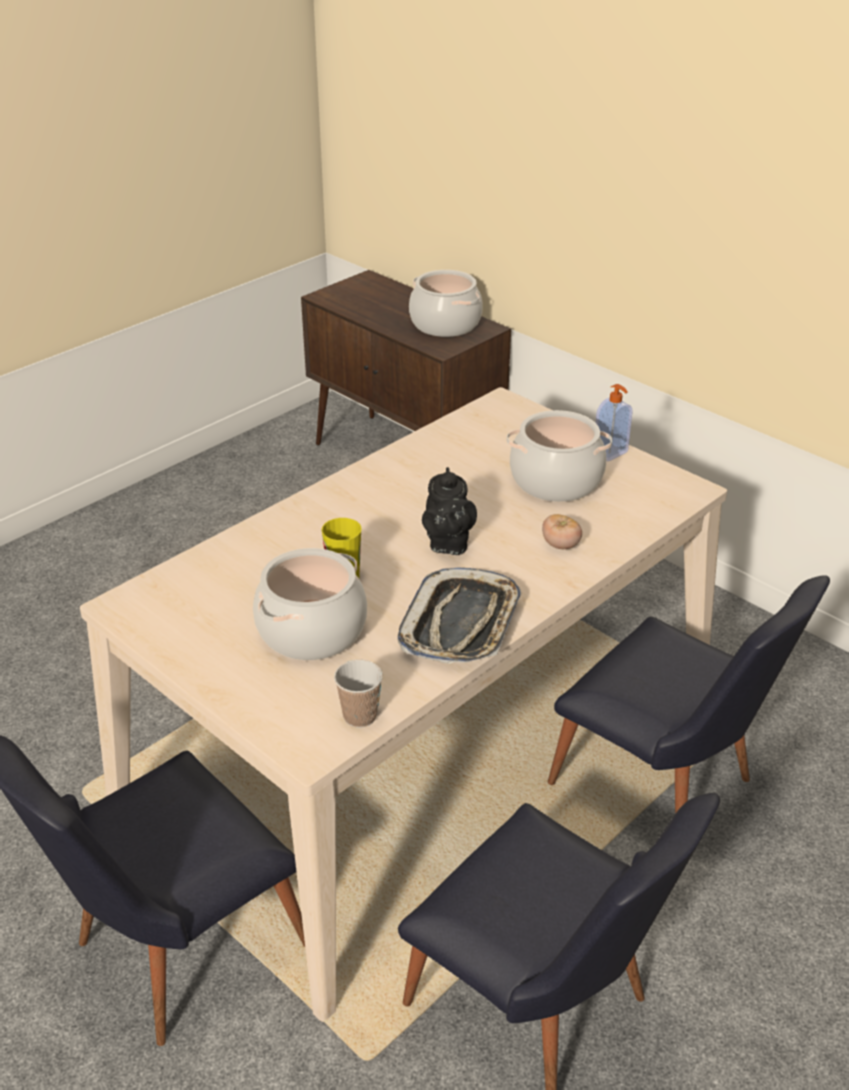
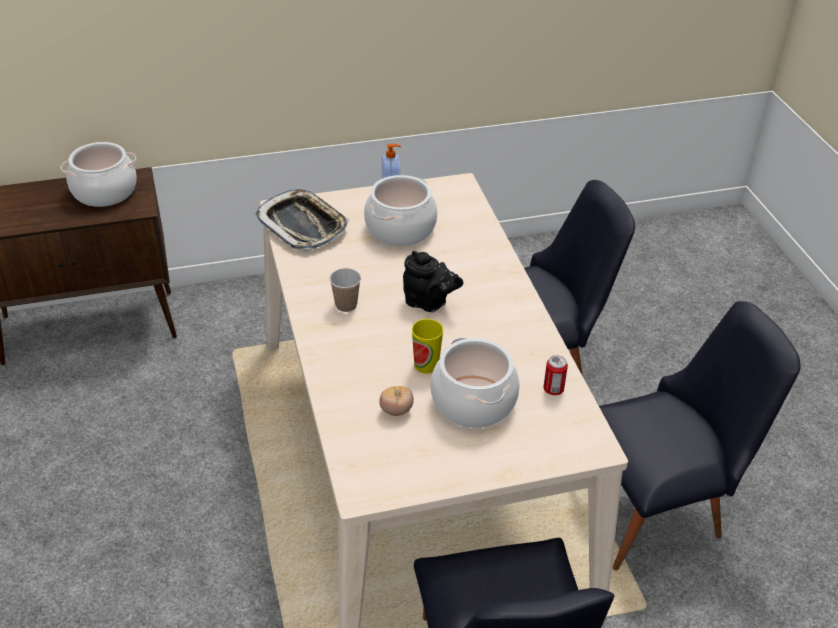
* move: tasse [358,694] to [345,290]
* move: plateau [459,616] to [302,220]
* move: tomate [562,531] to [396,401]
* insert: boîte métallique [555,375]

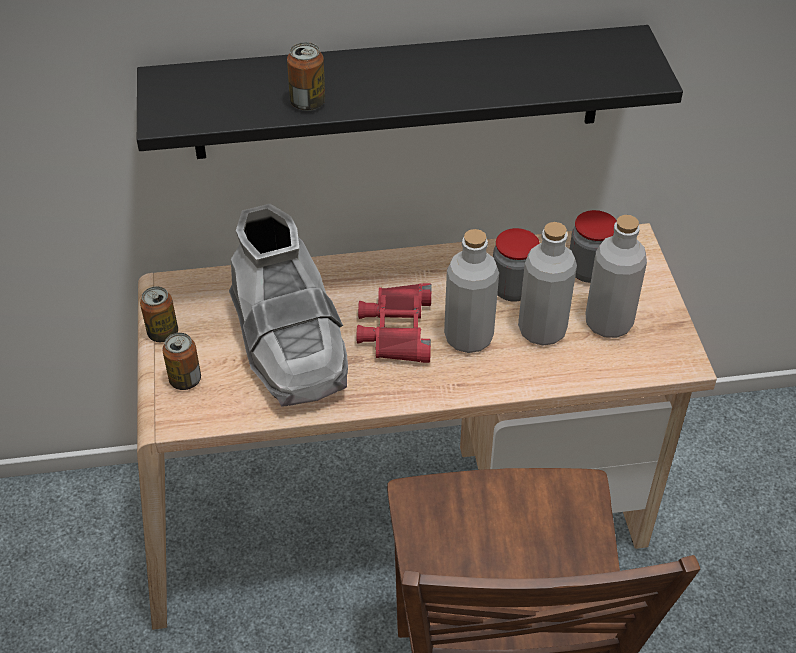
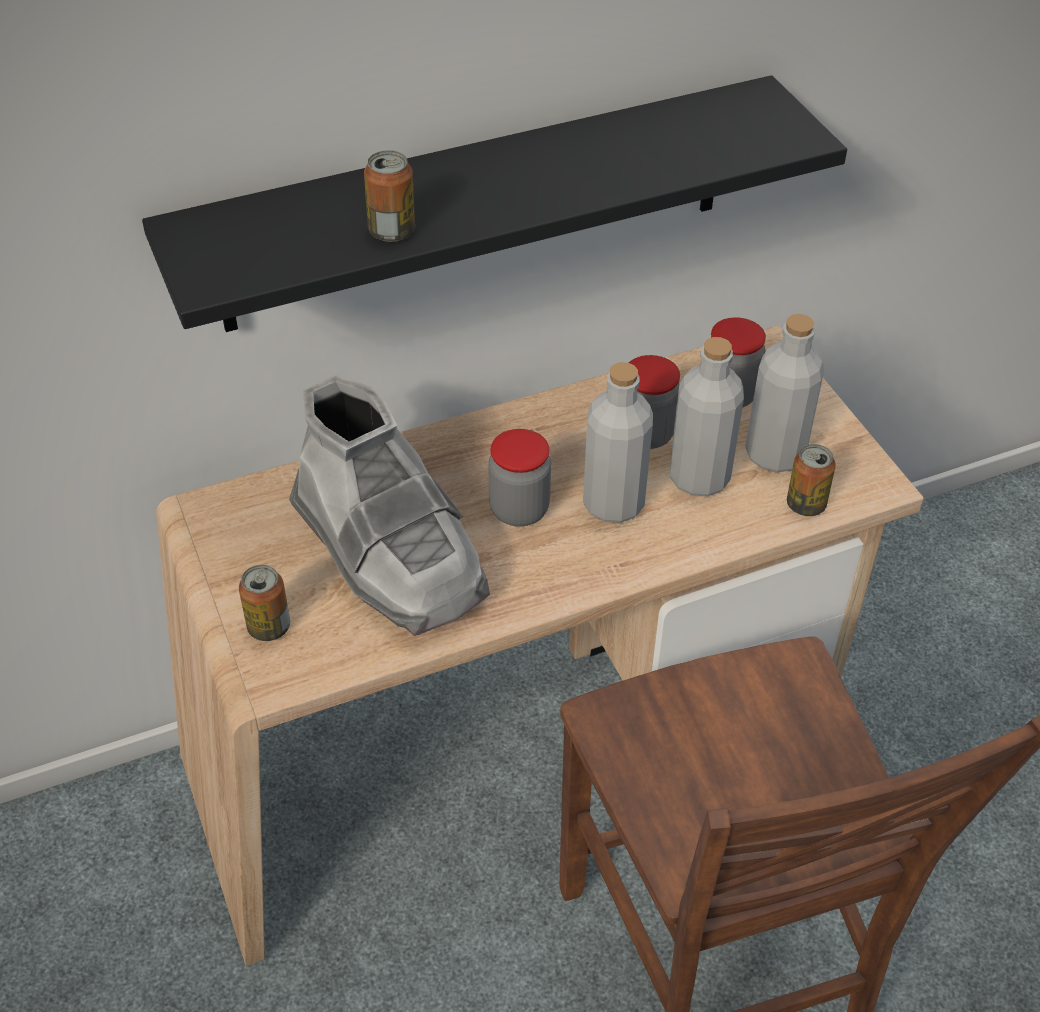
* move: boîte métallique [159,314] to [811,480]
* replace: jumelles/rouge [394,323] to bocal [519,478]

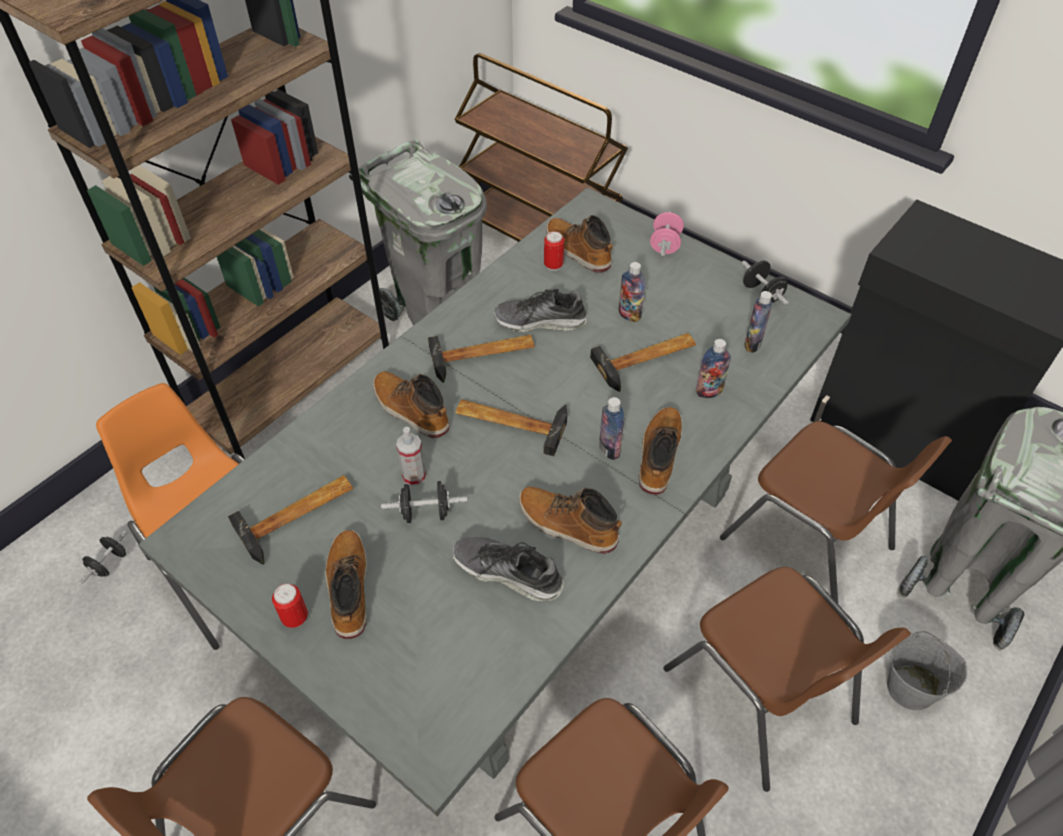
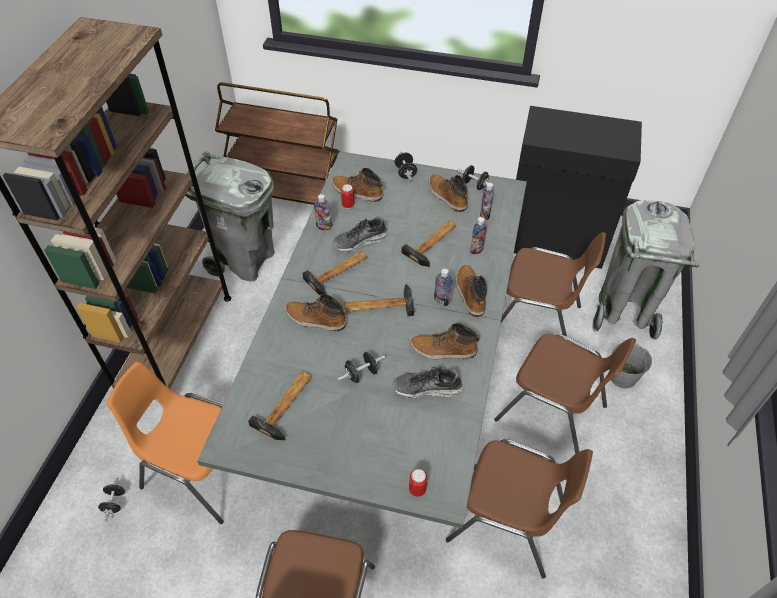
* move: boîte métallique [290,606] to [418,483]
* move: botte [346,584] to [448,193]
* delete: vaporisateur [411,456]
* move: bouteille [632,292] to [323,212]
* recolor: haltère/rose [667,233] to haltère/noir [406,166]

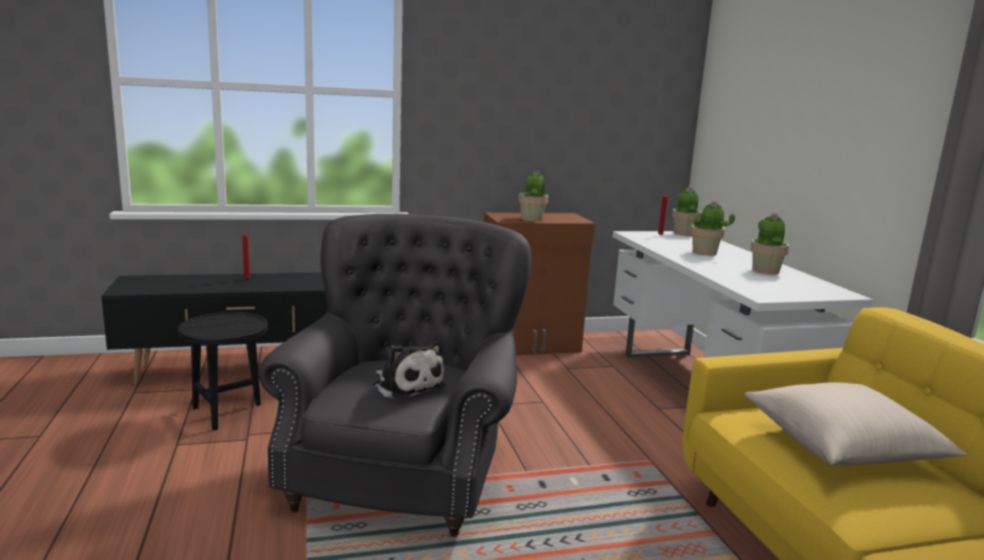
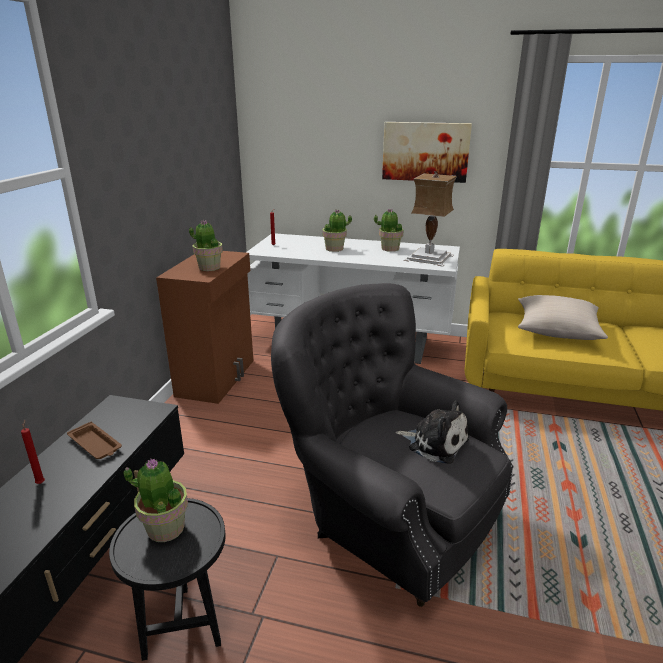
* rotate: peluche [409,371] = [432,432] 45 degrees clockwise
* move: plante en pot [687,211] to [156,500]
* insert: plateau/marron [94,440]
* insert: tableau [427,152]
* insert: lampe de table [430,219]

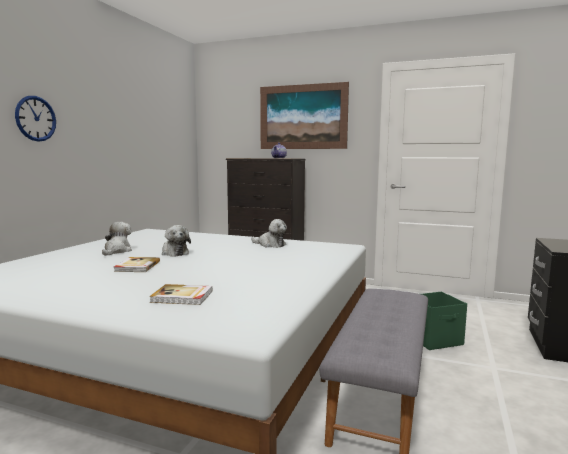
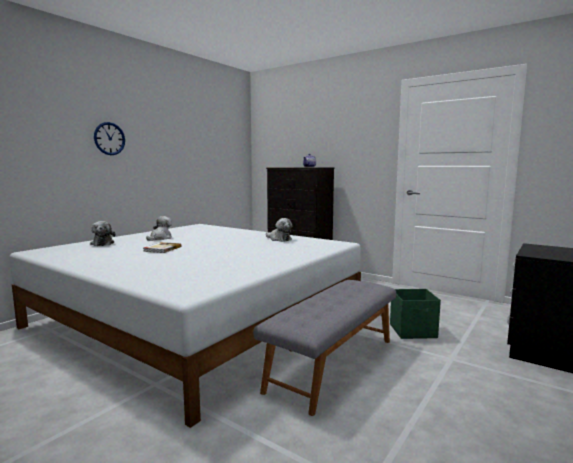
* delete: livre [180,294]
* move: peluche [176,241] to [103,233]
* delete: tableau [304,115]

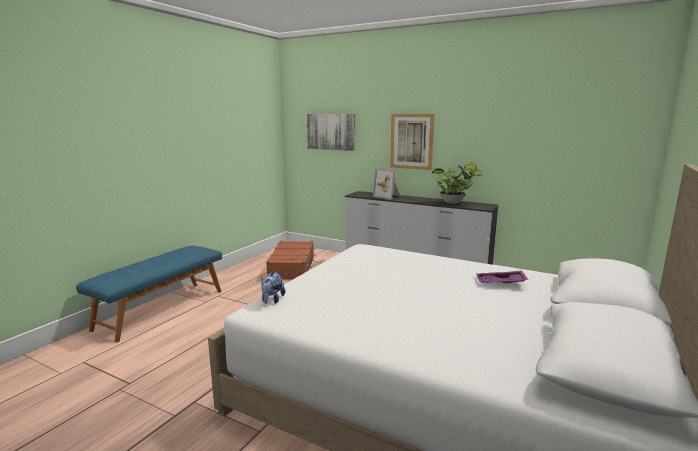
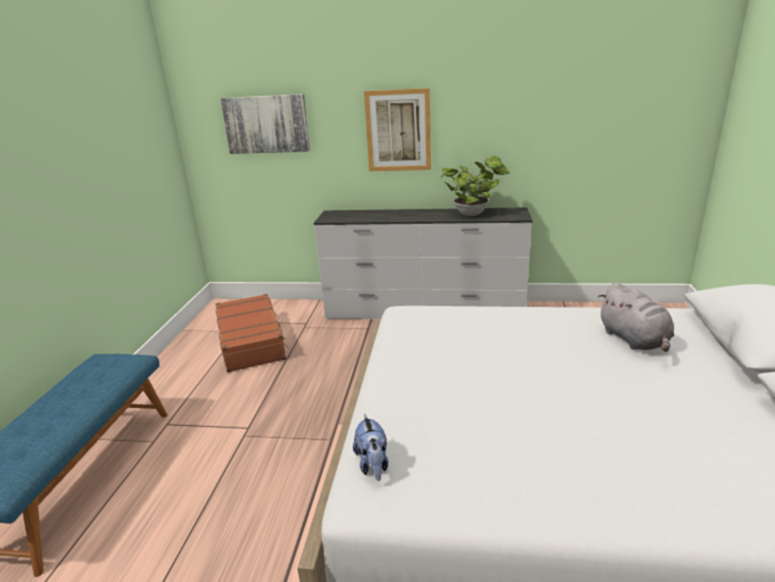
* delete: cadre photo [386,184]
* replace: plateau/violet [502,277] to peluche/gris [636,317]

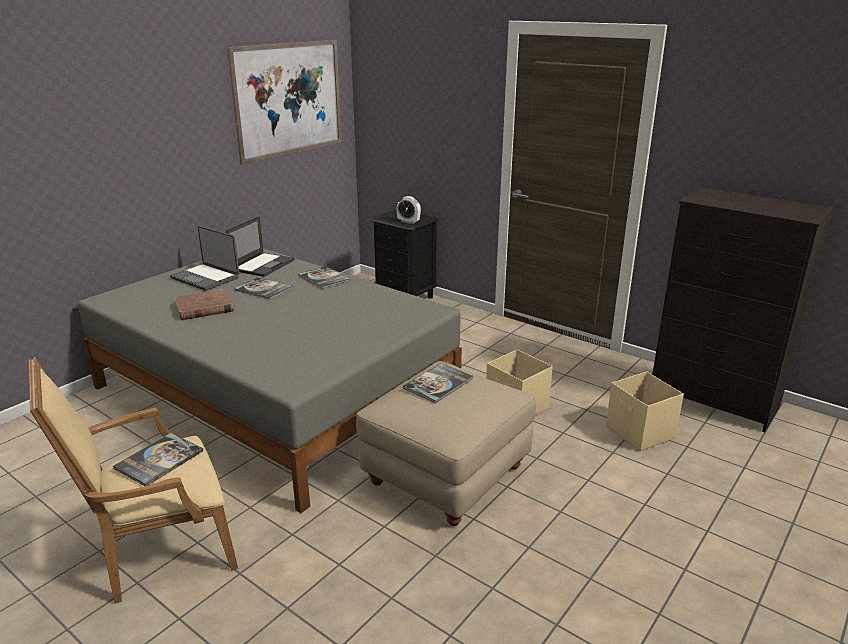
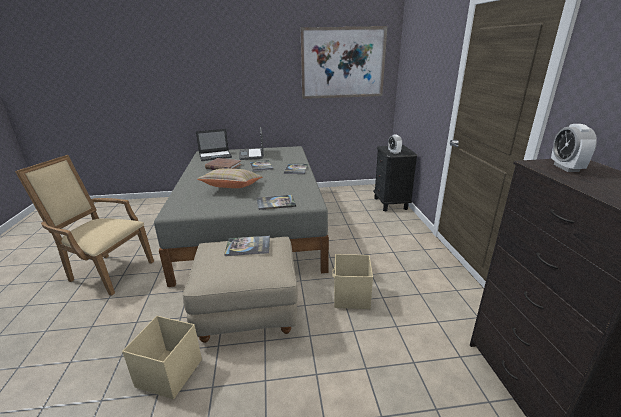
* move: livre [158,459] to [276,202]
* move: ordinateur portable [260,246] to [214,145]
* move: boîte de rangement/beige [645,411] to [162,357]
* insert: coussin/beige [230,178]
* insert: réveil [574,148]

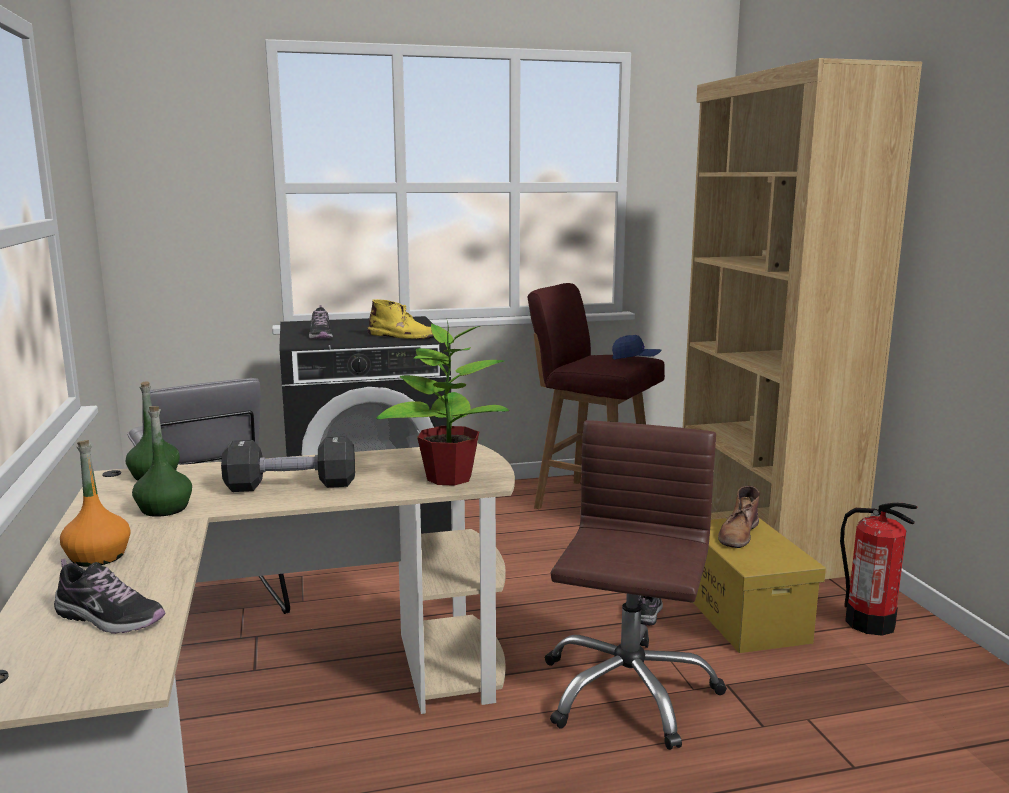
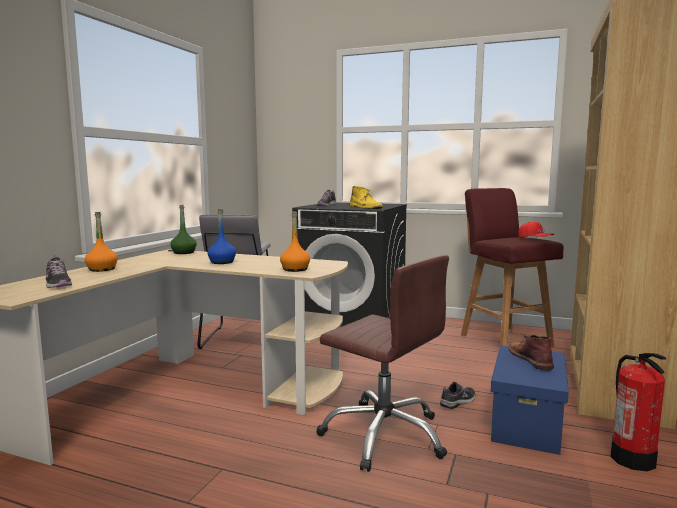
* delete: bouteille/vert [162,461]
* replace: haltère/noir [288,464] to bouteille/bleu [221,236]
* replace: plante en pot [442,402] to bouteille/orange [295,242]
* rotate: chaise de bureau/marron [636,585] = [383,363] 75 degrees clockwise
* recolor: casquette/bleu [637,347] to casquette/rouge [536,230]
* recolor: boîte de rangement/jaune [759,585] to boîte de rangement/bleu [530,400]
* rotate: botte/marron [739,517] = [531,353] 105 degrees clockwise

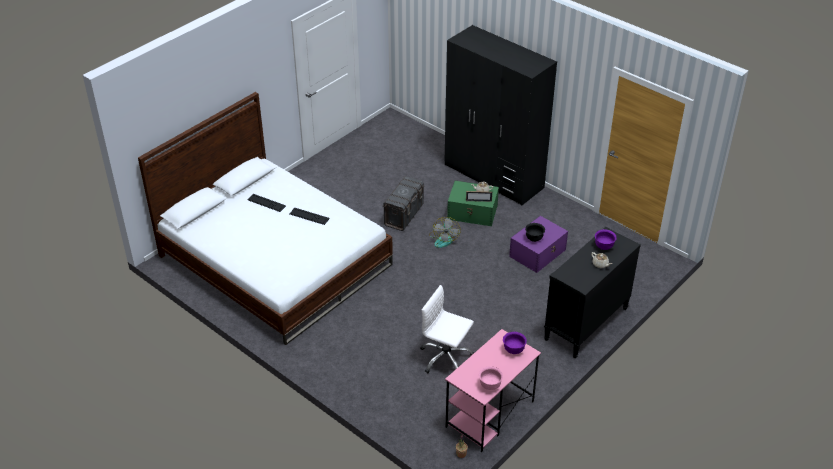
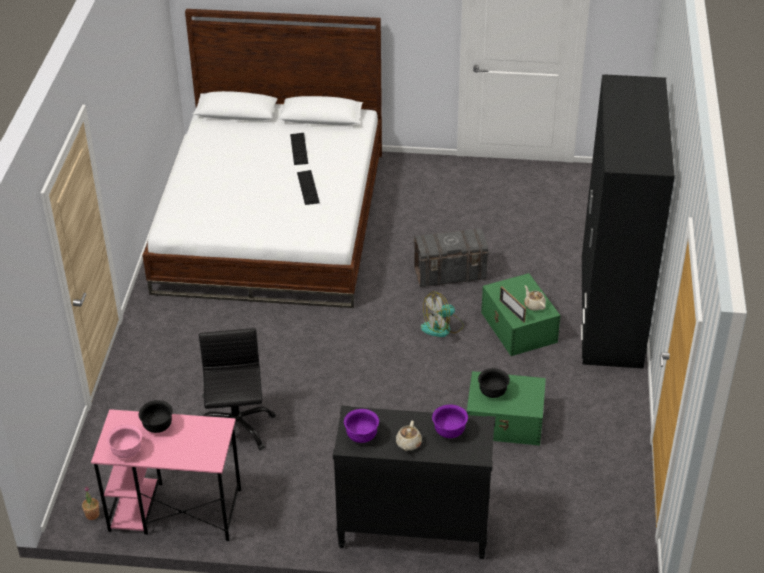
* recolor: chaise de bureau/blanc [447,329] to chaise de bureau/noir [237,389]
* move: bol/violet [515,343] to [361,426]
* recolor: boîte de rangement/violet [538,244] to boîte de rangement/vert [506,408]
* insert: bol/noir [156,416]

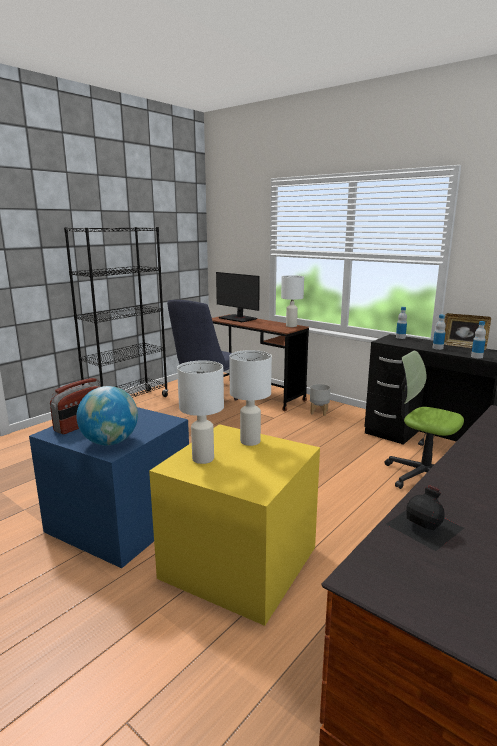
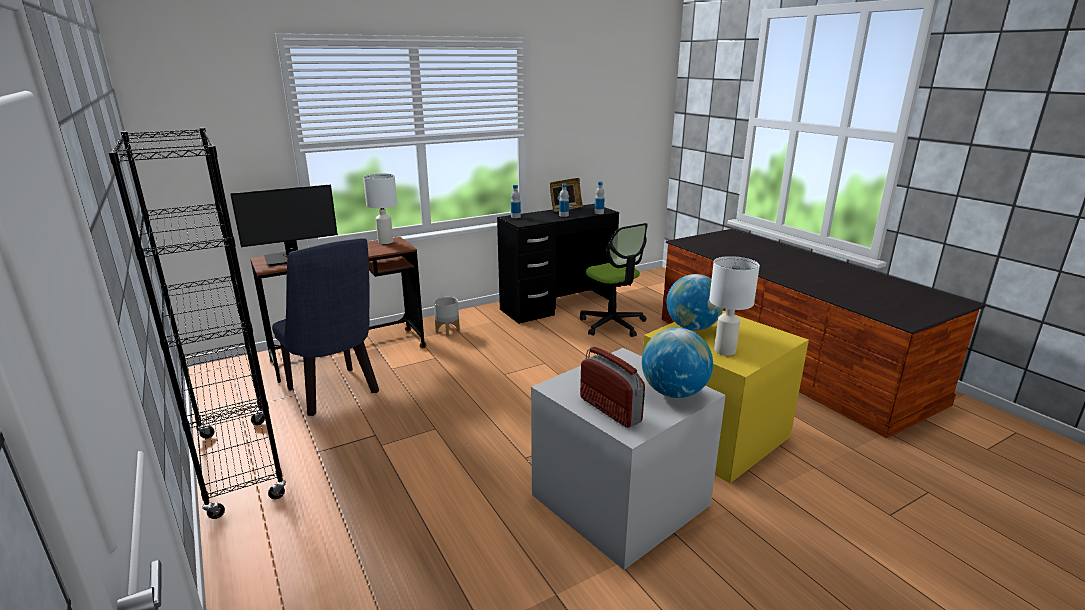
* recolor: boîte de rangement/bleu [109,487] to boîte de rangement/gris [628,459]
* replace: lampe de table/blanc [250,398] to globe [695,302]
* rotate: chaise de bureau [424,420] = [614,280] 90 degrees counterclockwise
* delete: bouteille/noir [425,518]

